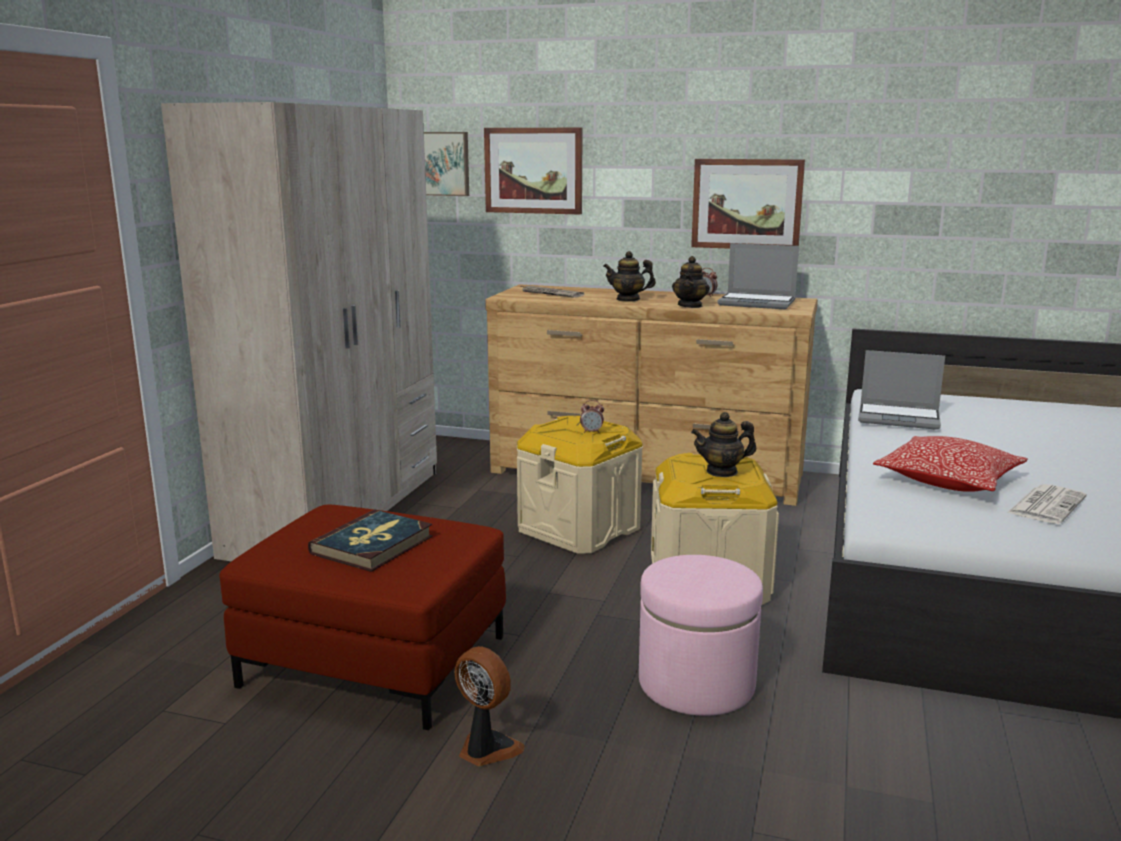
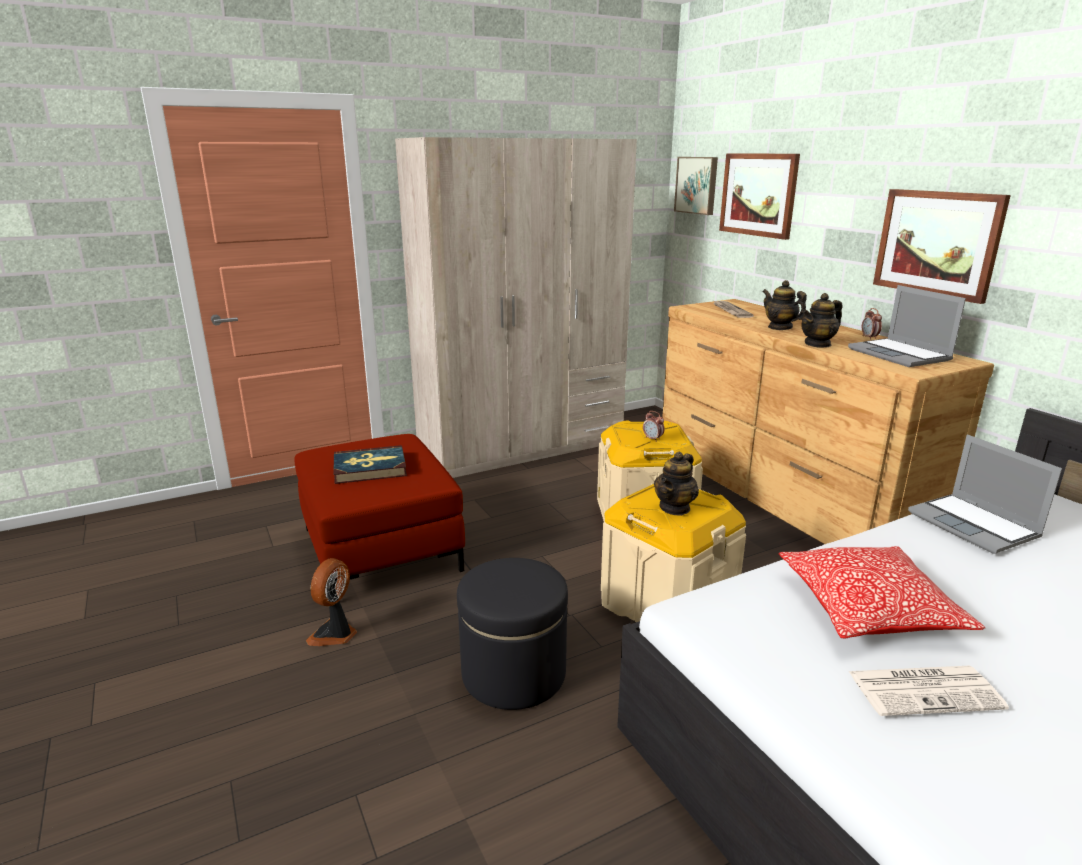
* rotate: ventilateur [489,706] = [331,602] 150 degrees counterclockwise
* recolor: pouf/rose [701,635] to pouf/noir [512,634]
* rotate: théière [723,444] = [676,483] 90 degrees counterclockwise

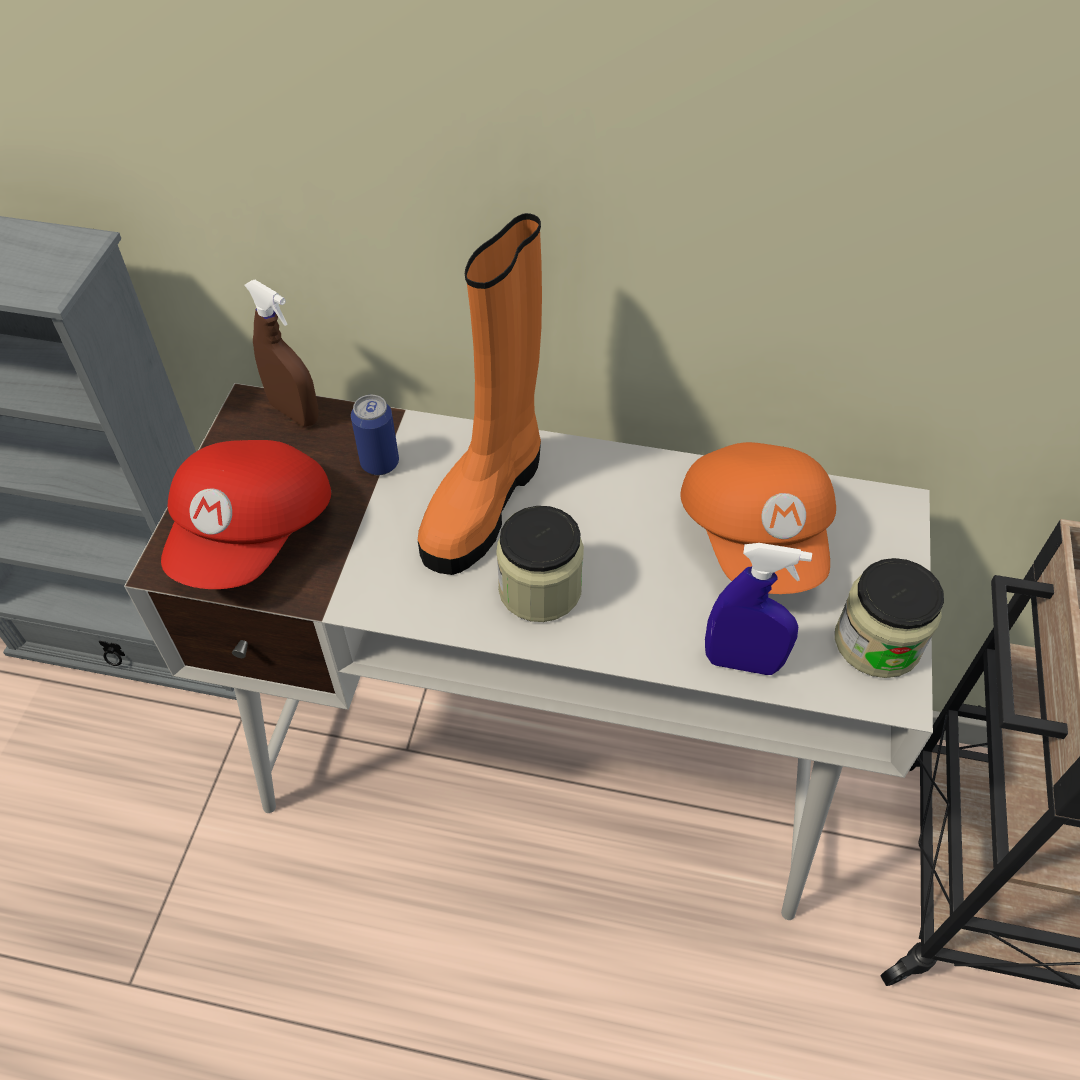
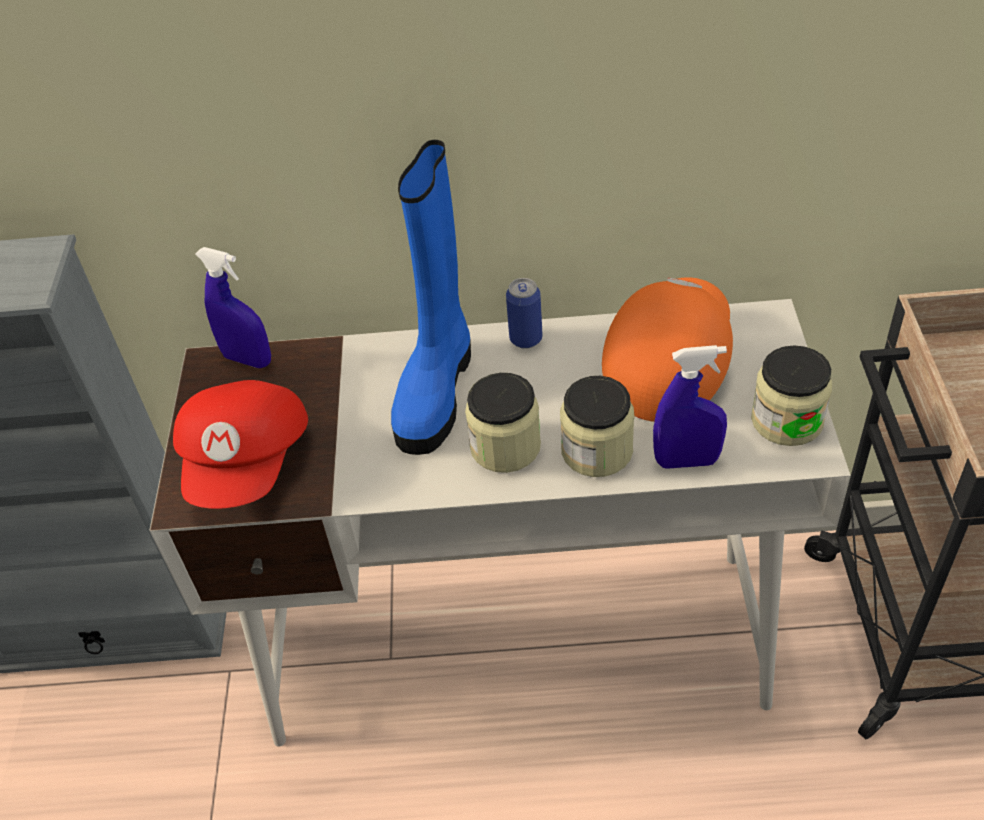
* recolor: vaporisateur/marron [282,353] to vaporisateur/bleu [233,307]
* move: boîte métallique [375,435] to [524,313]
* recolor: botte/orange [480,394] to botte/bleu [431,297]
* rotate: casquette/orange [758,518] = [667,349] 135 degrees counterclockwise
* insert: bocal [597,426]

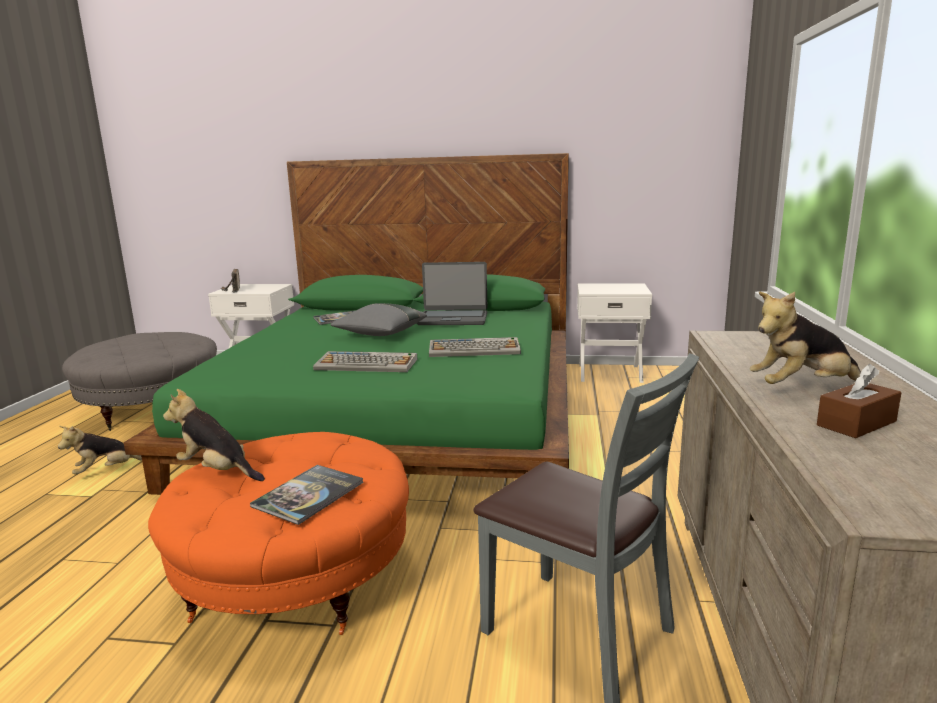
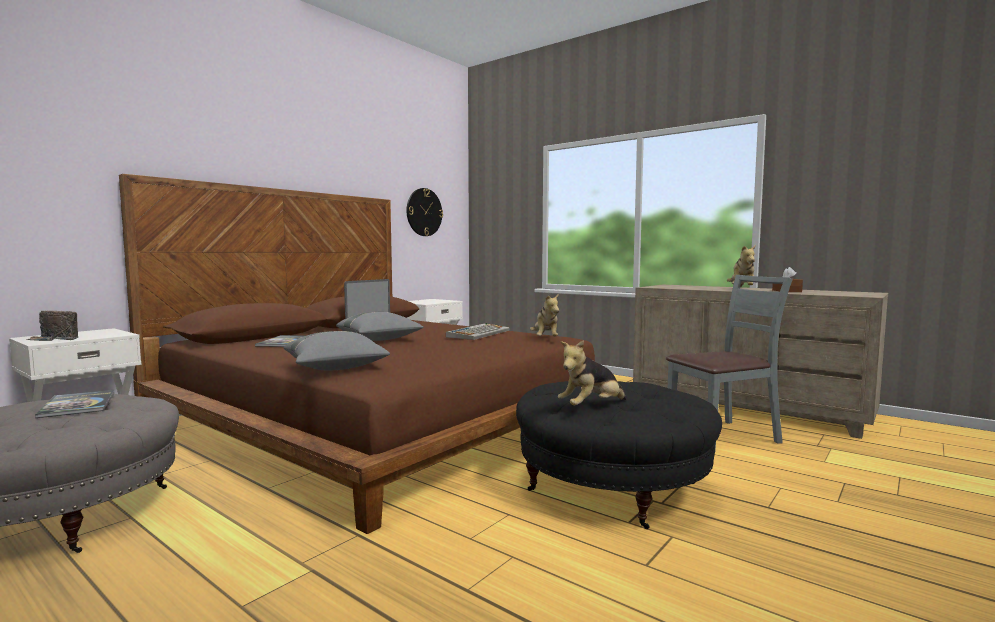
* move: peluche [100,450] to [544,314]
* recolor: lit/vert [346,324] to lit/marron [357,354]
* recolor: pouf/orange [278,533] to pouf/noir [619,455]
* move: livre [307,495] to [75,404]
* delete: clavier [365,361]
* insert: coussin/gris [337,351]
* insert: horloge murale [424,212]

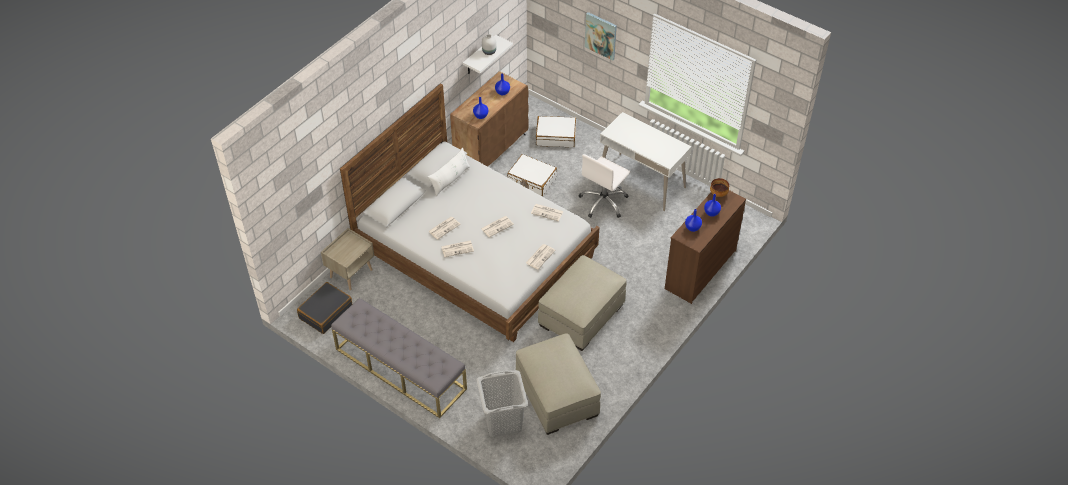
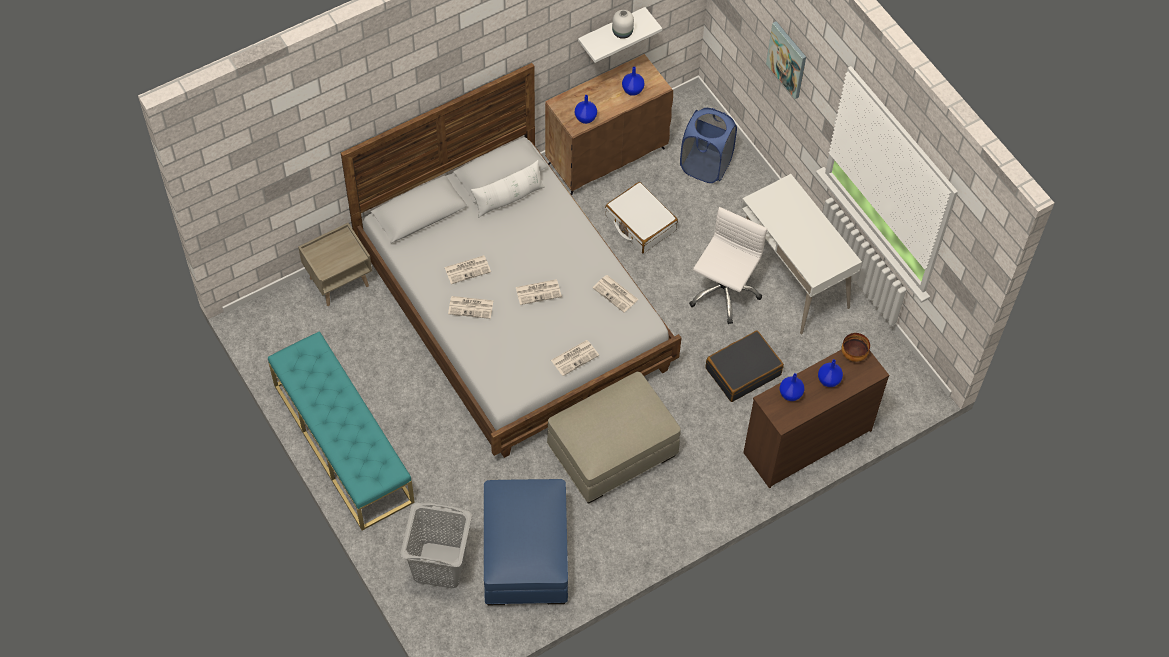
* move: valise/noir [324,308] to [744,366]
* recolor: banc/gris [399,358] to banc/turquoise [341,431]
* recolor: pouf/beige [558,384] to pouf/bleu [526,542]
* replace: valise/blanc [556,131] to panier à linge/bleu [708,145]
* rotate: chaise de bureau/blanc [604,186] = [728,265] 150 degrees clockwise

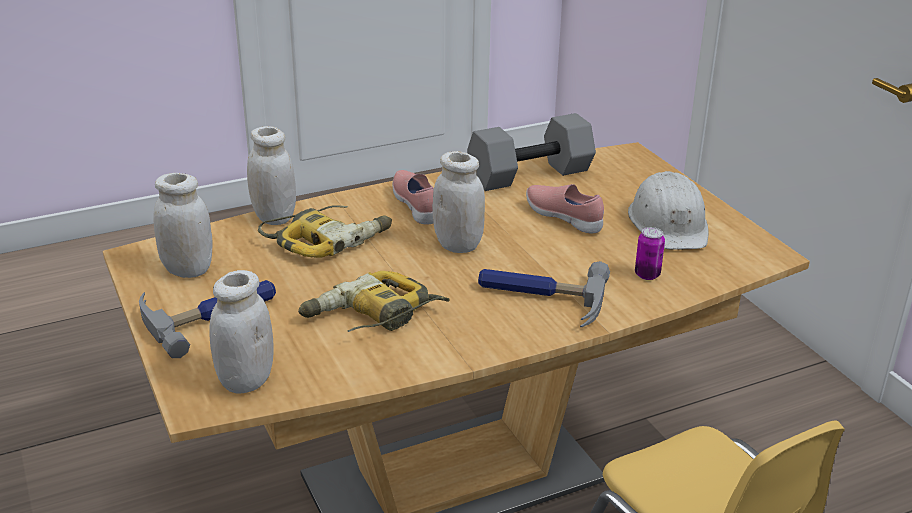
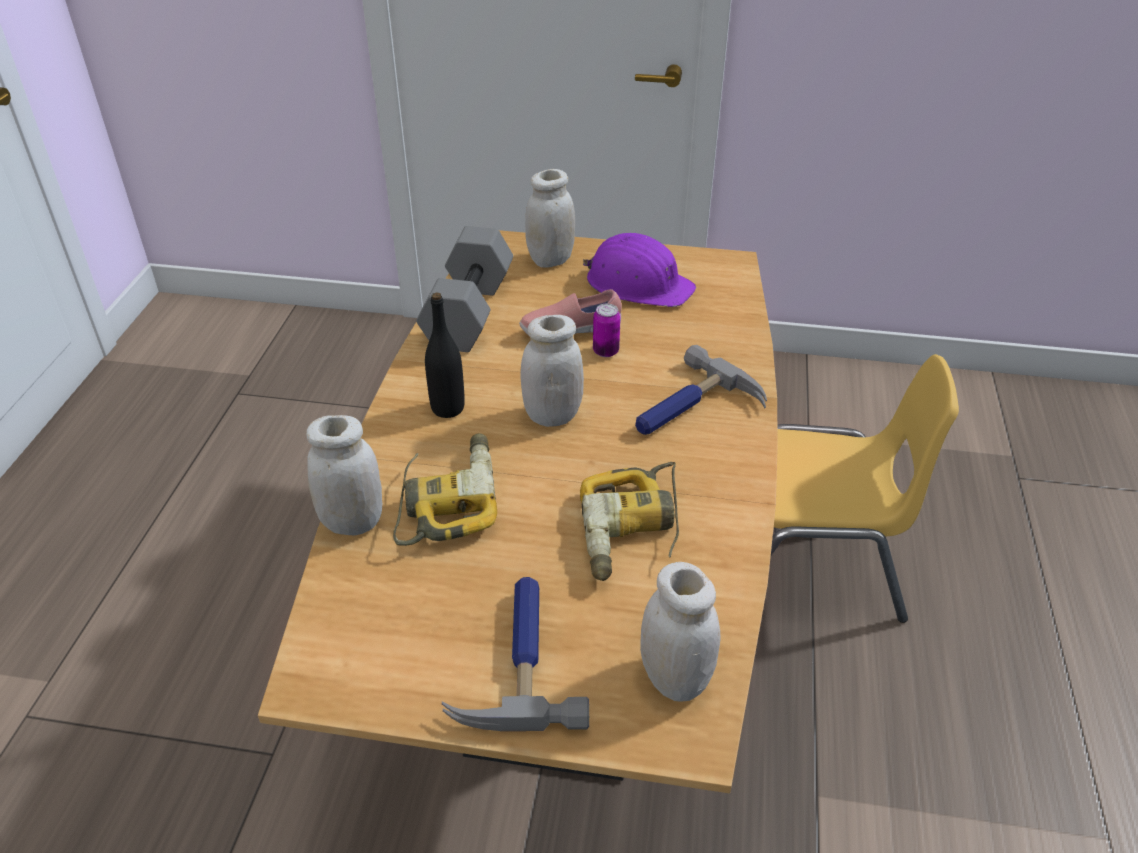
* move: bocal/blanc [182,225] to [550,218]
* replace: chaussure/rose [413,197] to bouteille/noir [445,355]
* recolor: casque de chantier/blanc [668,210] to casque de chantier/violet [639,270]
* move: boîte métallique [650,253] to [607,330]

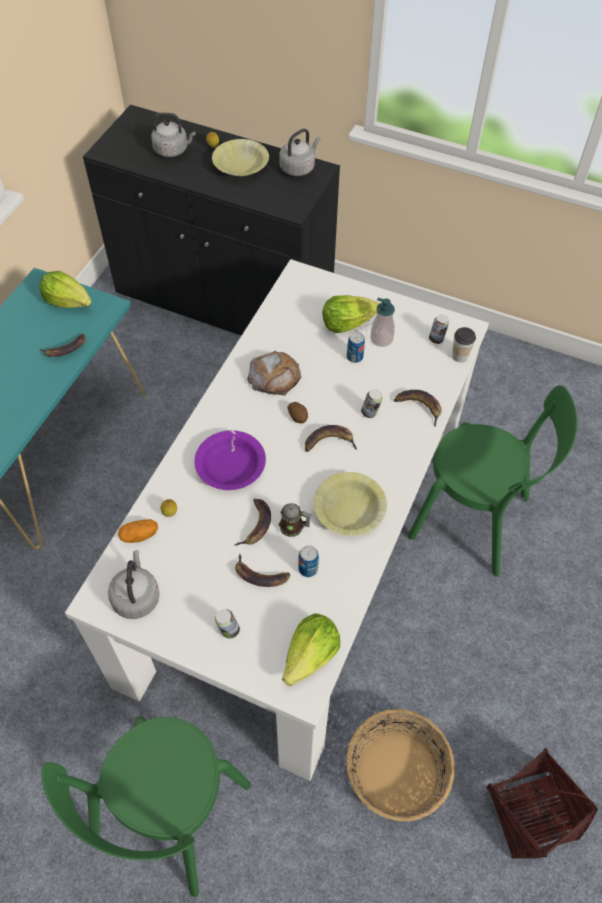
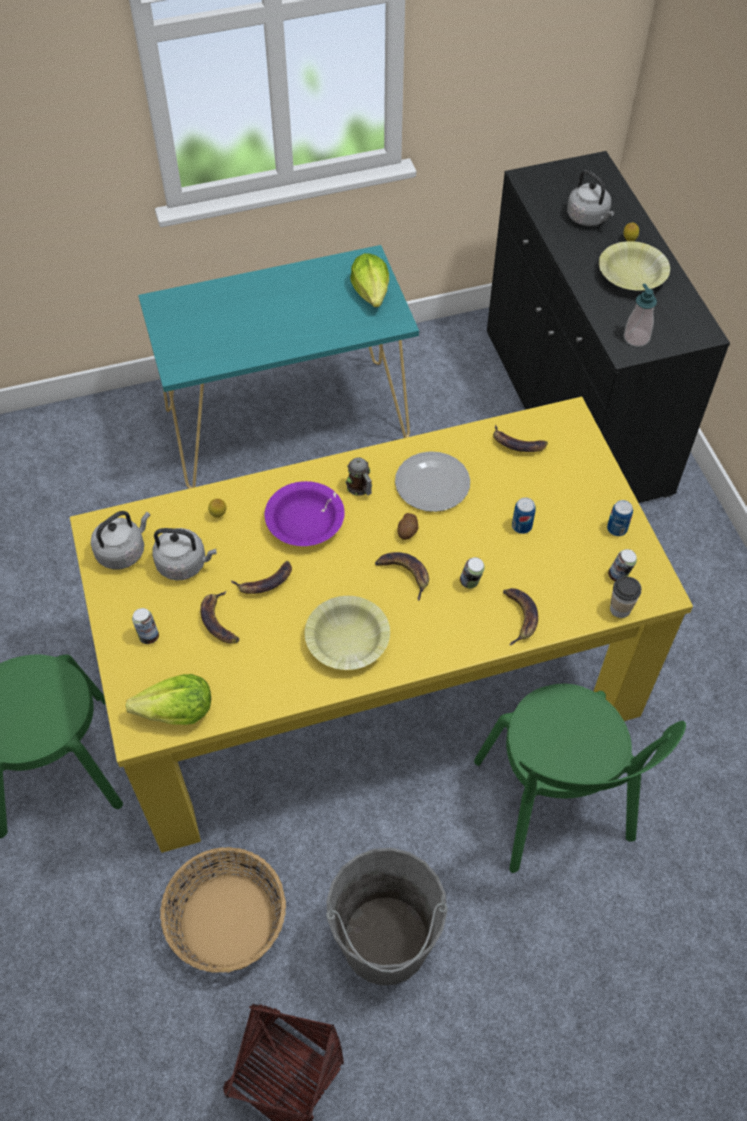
* move: banane [63,345] to [520,438]
* recolor: table à manger/blanc [277,520] to table à manger/jaune [381,625]
* delete: pomme de terre [138,531]
* replace: pain [274,373] to assiette [432,481]
* move: mug [295,520] to [358,477]
* move: bouilloire/gris [299,152] to [184,554]
* move: boîte métallique [308,561] to [620,518]
* delete: laitue [351,314]
* move: distributeur de savon [382,322] to [640,315]
* insert: seau/gris [387,917]

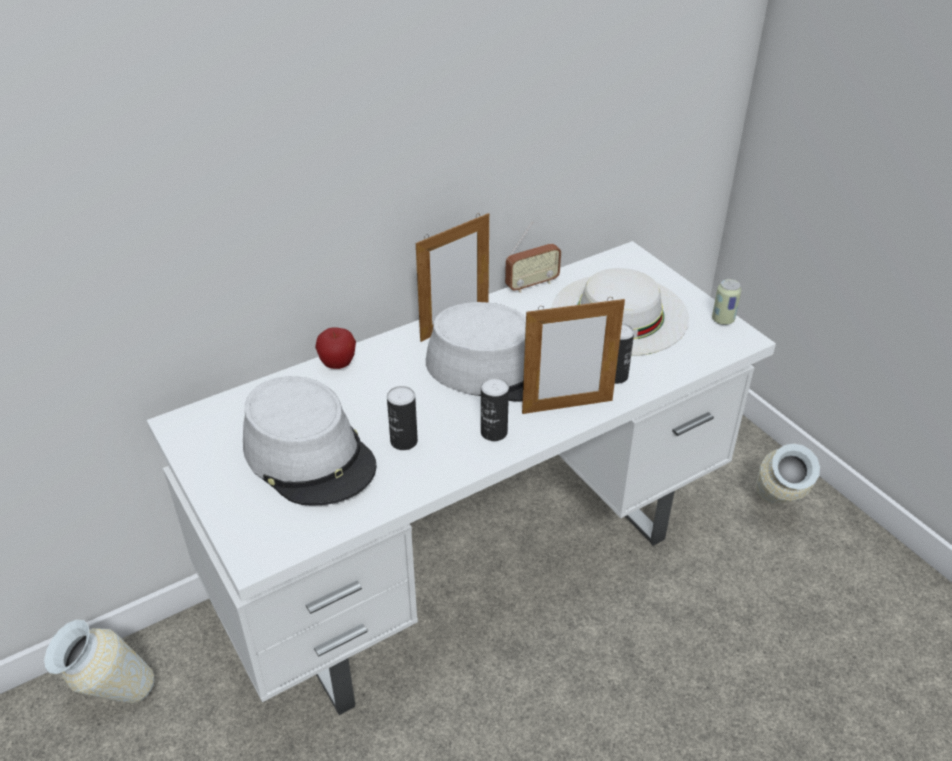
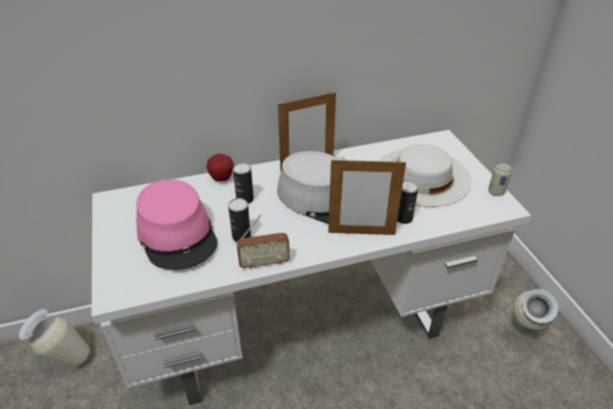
* recolor: chapeau/gris [310,441] to chapeau/rose [176,224]
* move: boîte métallique [495,409] to [243,183]
* move: radio [533,257] to [263,242]

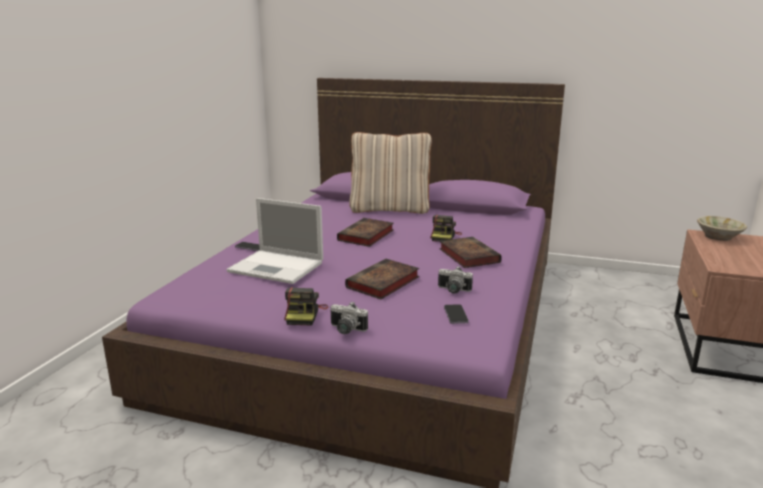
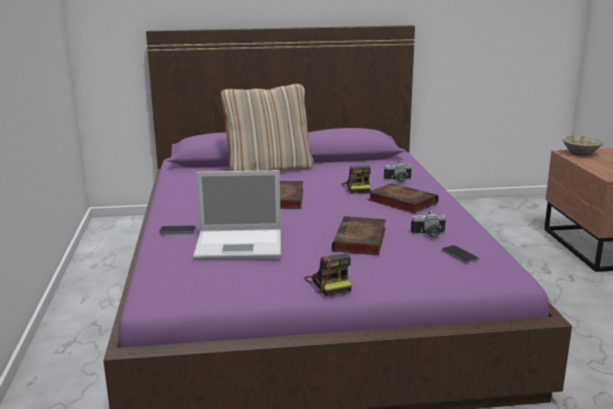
* move: appareil photo [349,318] to [398,171]

